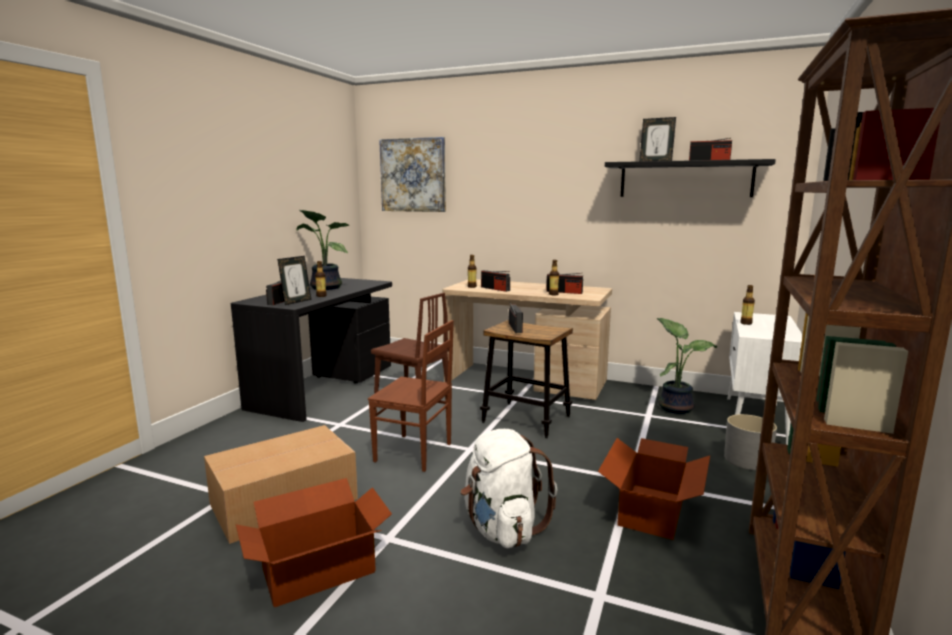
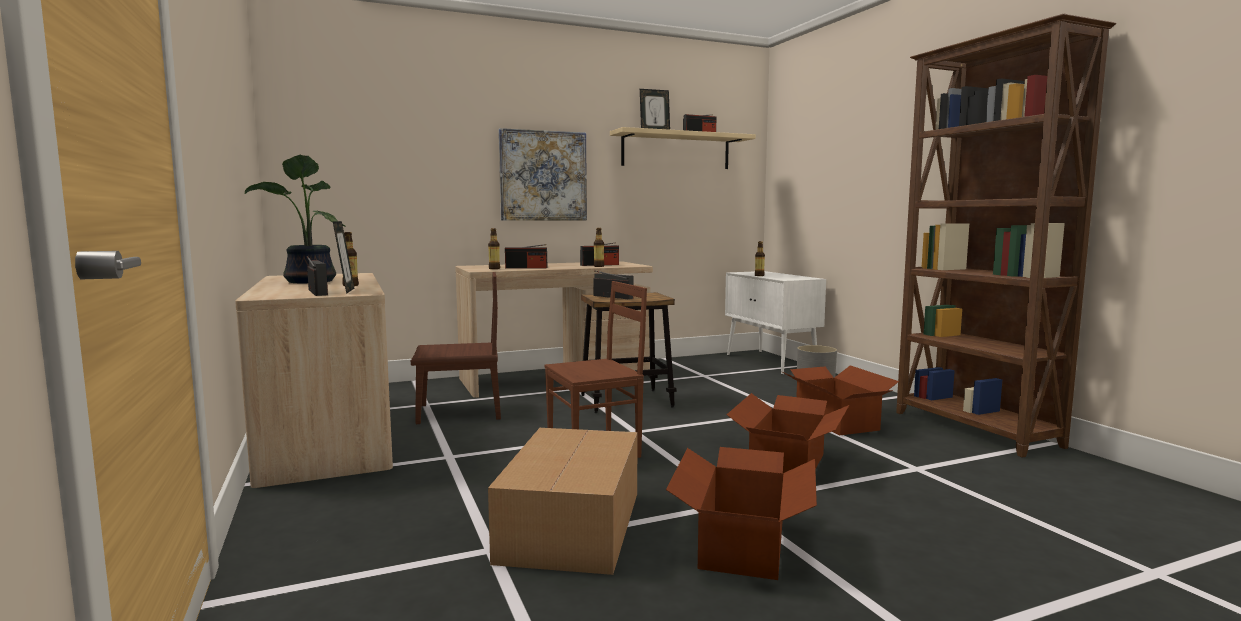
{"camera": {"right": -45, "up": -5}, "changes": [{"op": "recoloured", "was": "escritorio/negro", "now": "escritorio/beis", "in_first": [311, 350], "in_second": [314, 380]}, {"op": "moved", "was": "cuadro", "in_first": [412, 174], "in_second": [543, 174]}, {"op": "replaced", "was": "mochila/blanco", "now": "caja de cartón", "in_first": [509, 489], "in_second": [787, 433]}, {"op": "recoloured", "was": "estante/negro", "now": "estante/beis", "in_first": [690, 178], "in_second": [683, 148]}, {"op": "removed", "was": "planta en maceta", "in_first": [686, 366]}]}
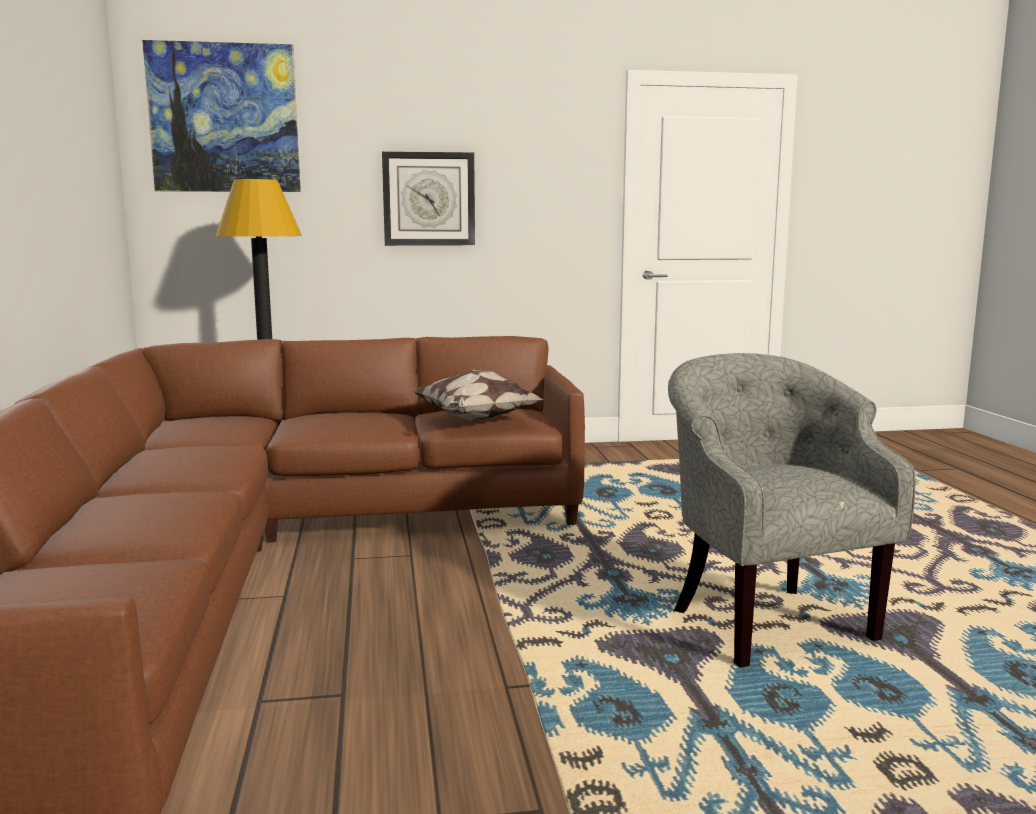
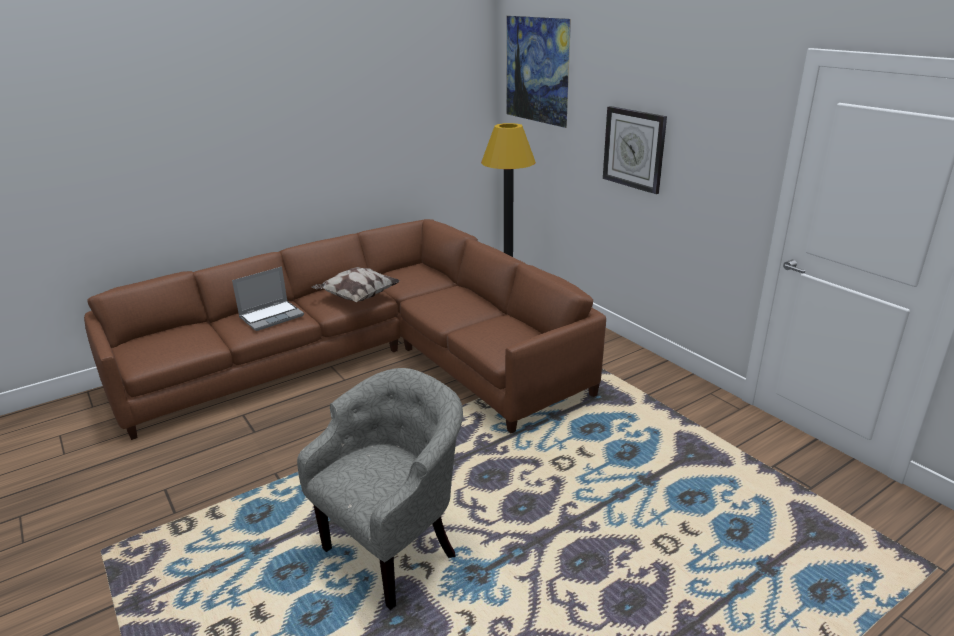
{"camera": {"right": 65, "up": 15}, "changes": [{"op": "moved", "was": "cojín", "in_first": [478, 395], "in_second": [355, 284]}, {"op": "added", "now": "portátil", "in_second": [268, 299]}]}
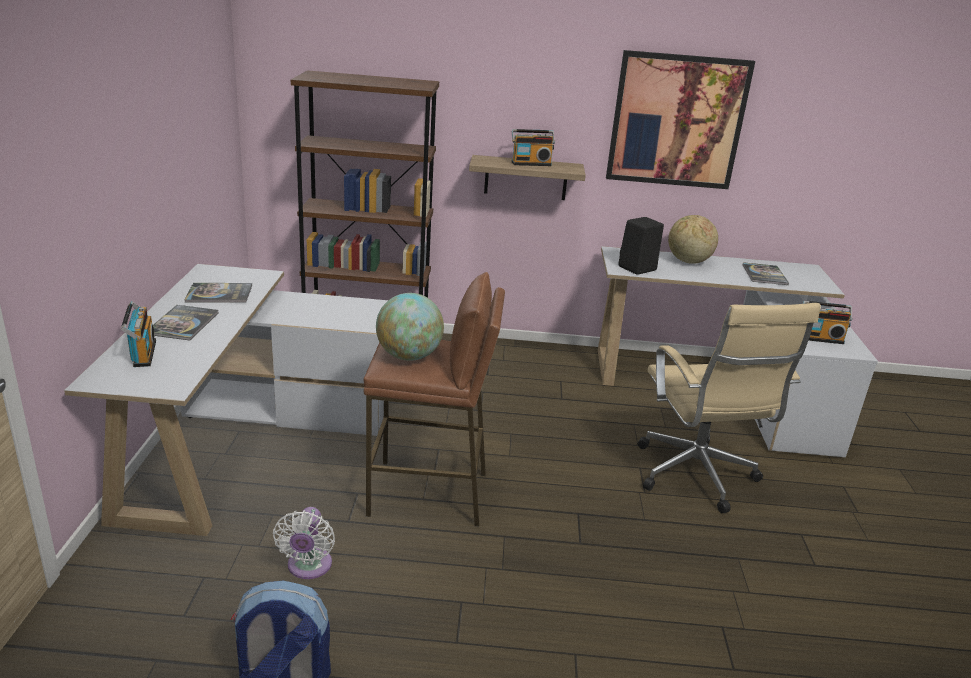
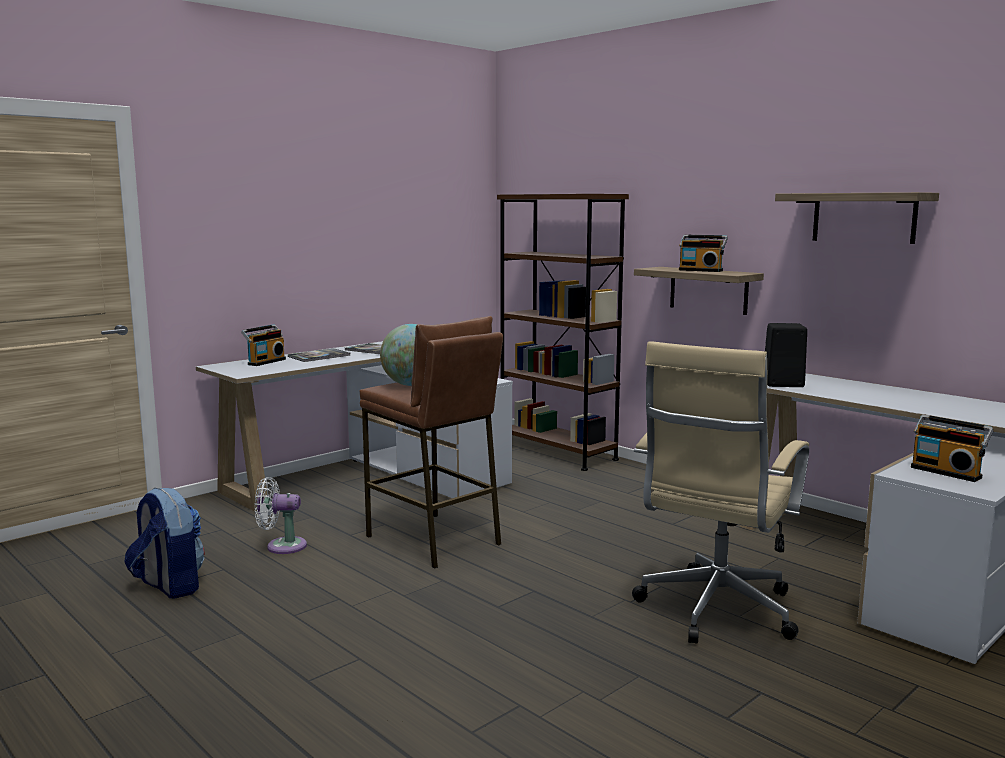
{"camera": {"right": 45, "up": -15}, "changes": [{"op": "turned", "was": "ventilador/blanco", "in_first": [304, 543], "in_second": [281, 515], "clockwise": 45}, {"op": "replaced", "was": "cuadro", "now": "estante", "in_first": [680, 119], "in_second": [857, 218]}, {"op": "removed", "was": "globo terráqueo", "in_first": [693, 239]}, {"op": "removed", "was": "libro", "in_first": [765, 273]}]}
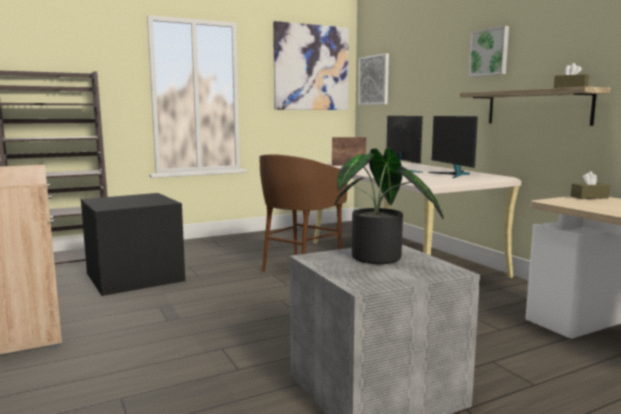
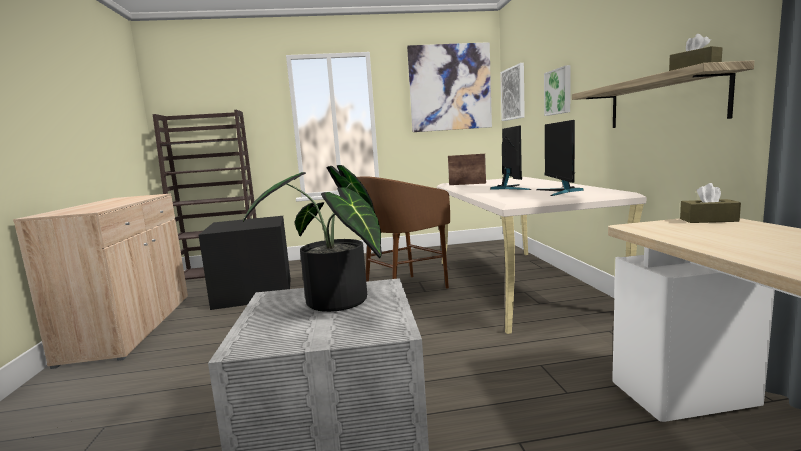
{"camera": {"right": 20, "up": 0}, "changes": [{"op": "moved", "was": "cuadro", "in_first": [488, 51], "in_second": [557, 90]}]}
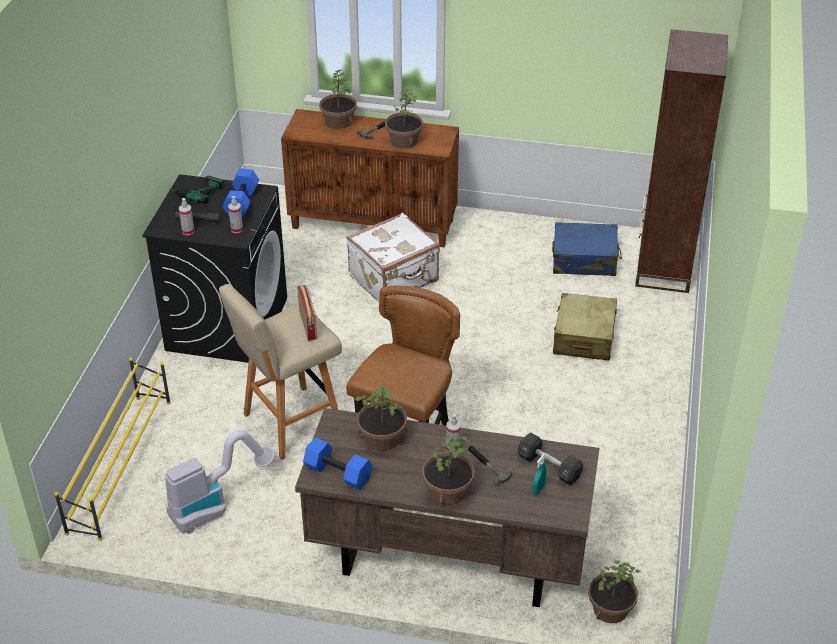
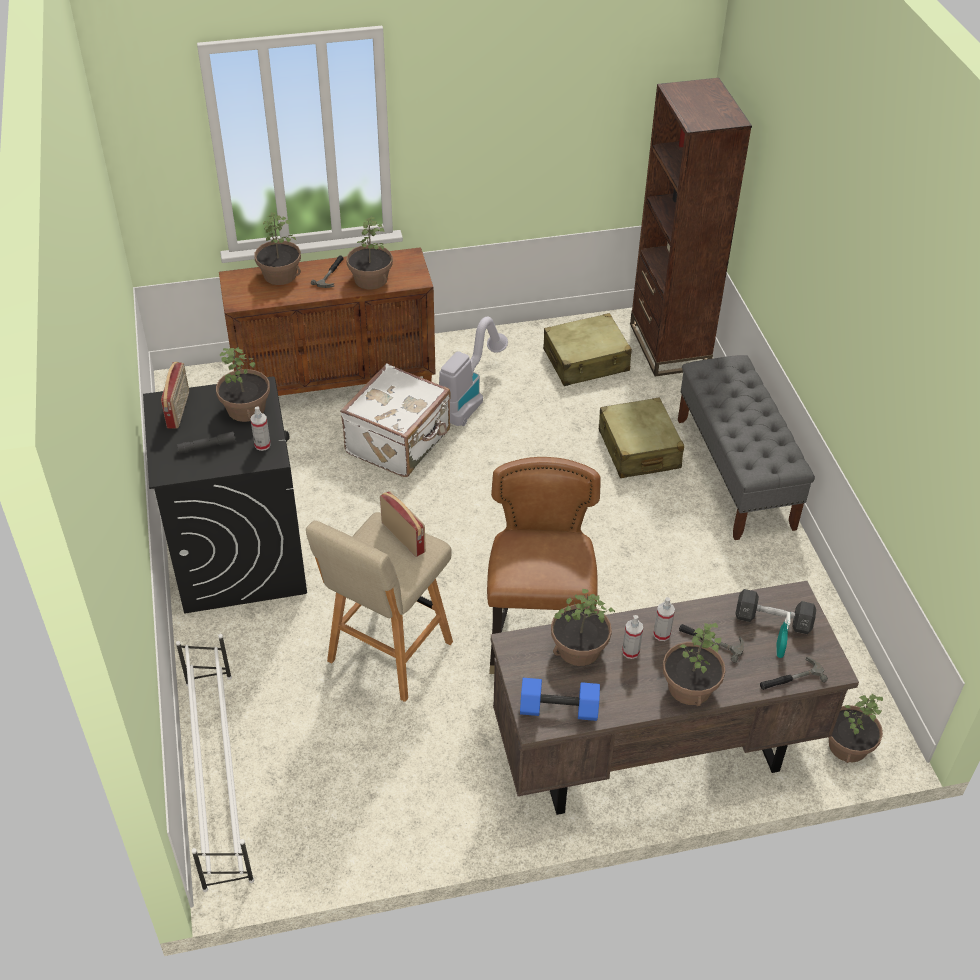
{"camera": {"right": -25, "up": 5}, "changes": [{"op": "recoloured", "was": "zapatero/amarillo", "now": "zapatero/blanco", "in_first": [113, 449], "in_second": [215, 763]}, {"op": "moved", "was": "aspiradora", "in_first": [220, 482], "in_second": [473, 371]}, {"op": "replaced", "was": "taladro", "now": "radio", "in_first": [196, 190], "in_second": [175, 395]}, {"op": "moved", "was": "pulverizador", "in_first": [187, 216], "in_second": [632, 637]}, {"op": "replaced", "was": "mancuerna/azul", "now": "planta en maceta", "in_first": [241, 193], "in_second": [243, 384]}, {"op": "recoloured", "was": "maleta/azul", "now": "maleta/beis", "in_first": [587, 249], "in_second": [587, 349]}, {"op": "added", "now": "banco/gris", "in_second": [746, 447]}, {"op": "added", "now": "martillo", "in_second": [794, 673]}]}
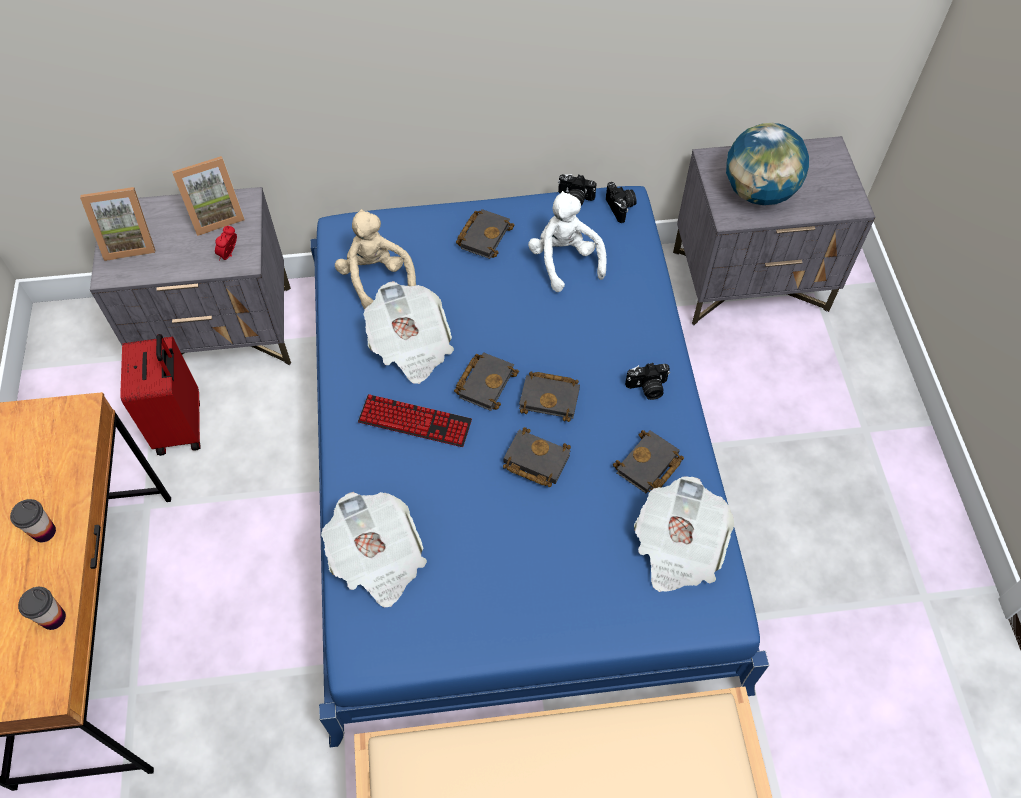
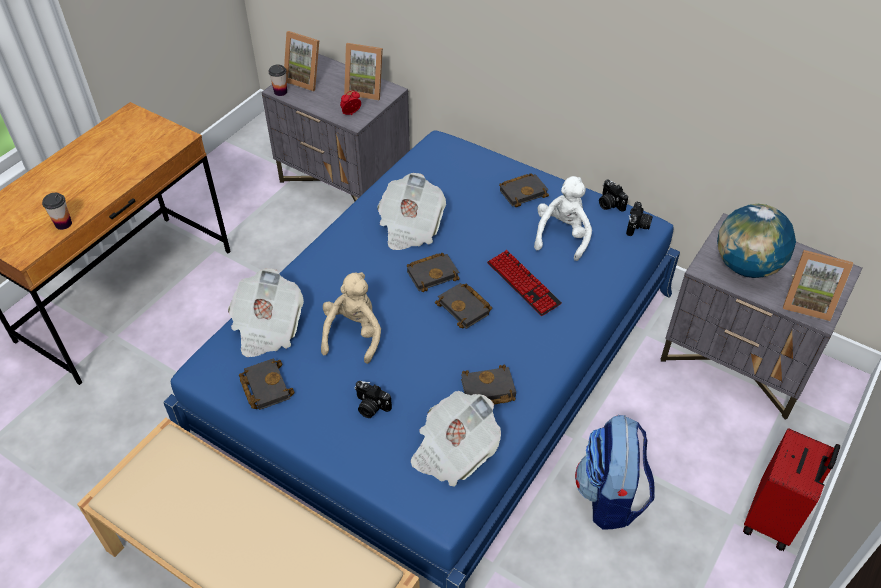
{"camera": {"right": 40, "up": -10}, "changes": [{"op": "moved", "was": "taza", "in_first": [33, 521], "in_second": [277, 80]}, {"op": "moved", "was": "maleta/rojo", "in_first": [160, 395], "in_second": [791, 489]}, {"op": "moved", "was": "peluche/beis", "in_first": [375, 259], "in_second": [351, 318]}, {"op": "moved", "was": "teclado", "in_first": [415, 420], "in_second": [524, 283]}, {"op": "moved", "was": "libro/negro", "in_first": [537, 457], "in_second": [267, 384]}, {"op": "moved", "was": "cámara", "in_first": [647, 381], "in_second": [373, 399]}, {"op": "added", "now": "mochila", "in_second": [614, 472]}, {"op": "added", "now": "portarretratos", "in_second": [818, 285]}]}
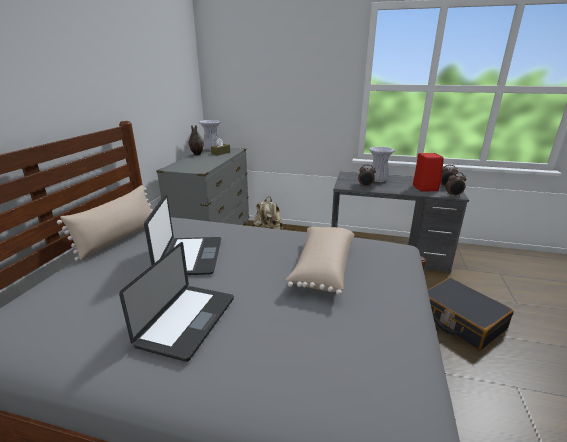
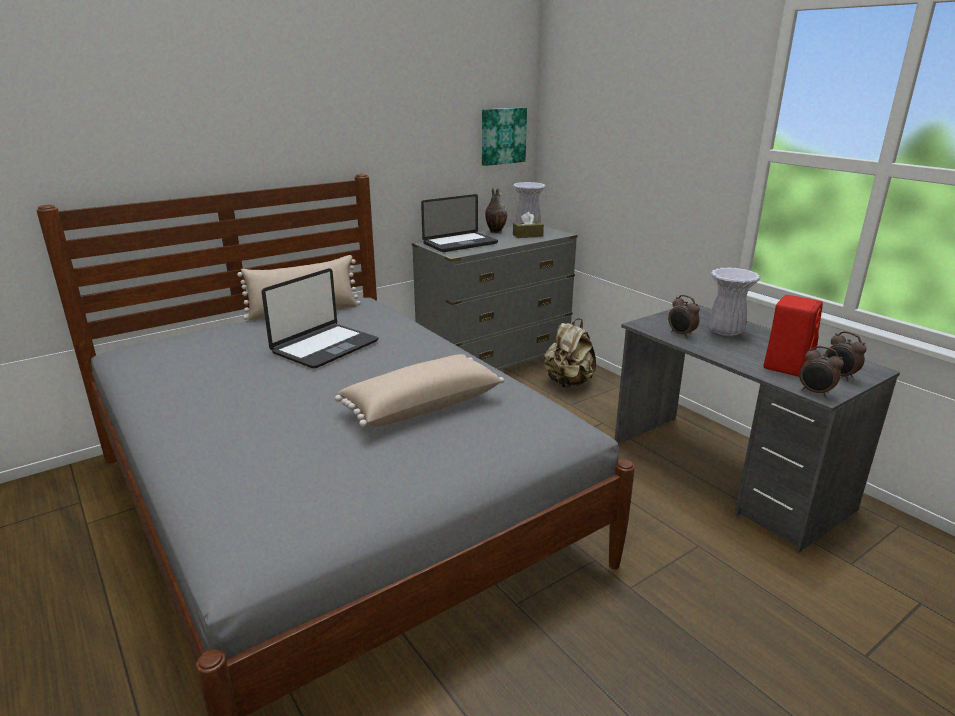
{"camera": {"right": 40, "up": 0}, "changes": [{"op": "moved", "was": "portátil", "in_first": [176, 302], "in_second": [459, 223]}, {"op": "removed", "was": "maleta/negro", "in_first": [471, 314]}, {"op": "added", "now": "cuadro", "in_second": [504, 136]}]}
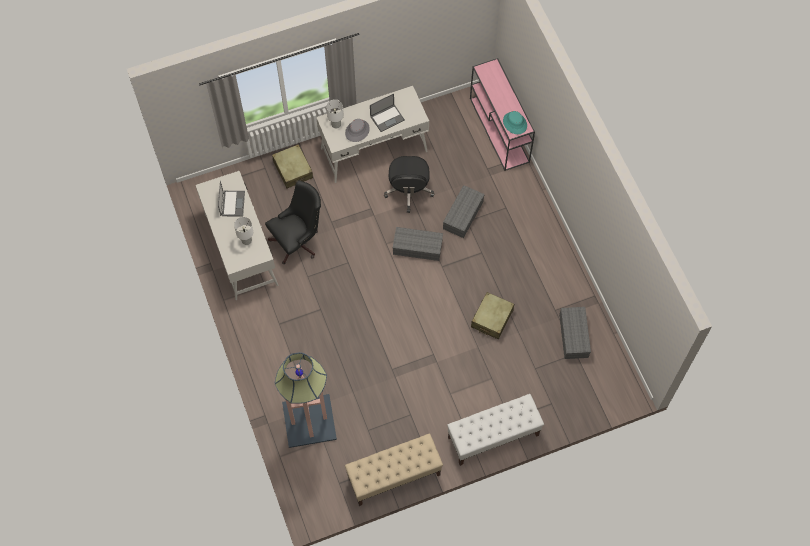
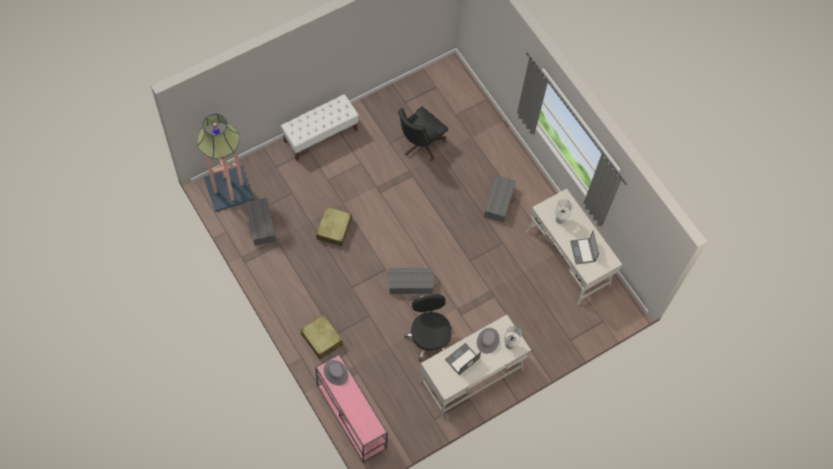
{"camera": {"right": 165, "up": 0}, "changes": [{"op": "moved", "was": "silla de oficina/negro", "in_first": [293, 222], "in_second": [423, 133]}, {"op": "moved", "was": "maleta/beis", "in_first": [292, 166], "in_second": [321, 337]}, {"op": "moved", "was": "lámpara de pie", "in_first": [306, 400], "in_second": [225, 163]}, {"op": "removed", "was": "banco/beis", "in_first": [394, 470]}, {"op": "moved", "was": "caja de almacenaje/gris", "in_first": [464, 211], "in_second": [500, 199]}, {"op": "recoloured", "was": "sombrero/turquesa", "now": "sombrero/gris", "in_first": [515, 122], "in_second": [336, 372]}]}
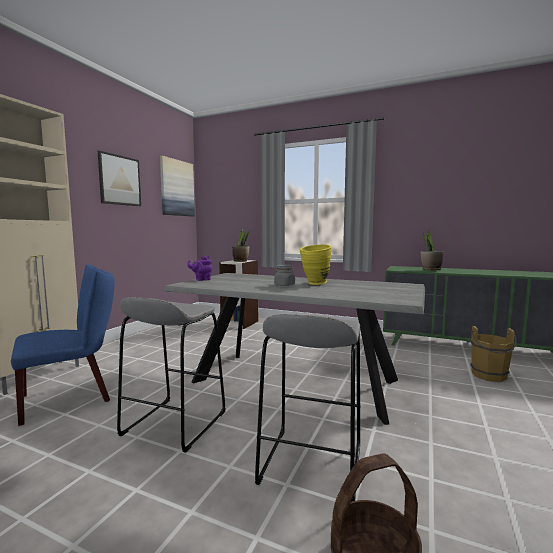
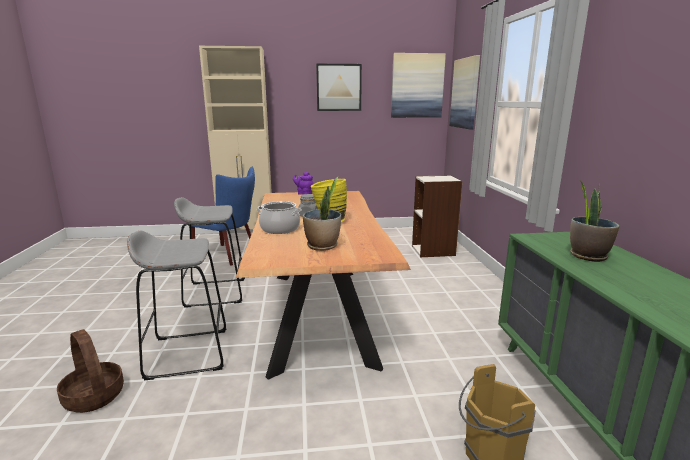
{"camera": {"right": 60, "up": 10}, "changes": [{"op": "recoloured", "was": "mesa de comedor/gris", "now": "mesa de comedor/marrón", "in_first": [293, 349], "in_second": [323, 285]}, {"op": "moved", "was": "planta en maceta", "in_first": [240, 245], "in_second": [322, 214]}, {"op": "added", "now": "olla", "in_second": [279, 217]}, {"op": "added", "now": "cuadro", "in_second": [465, 92]}]}
